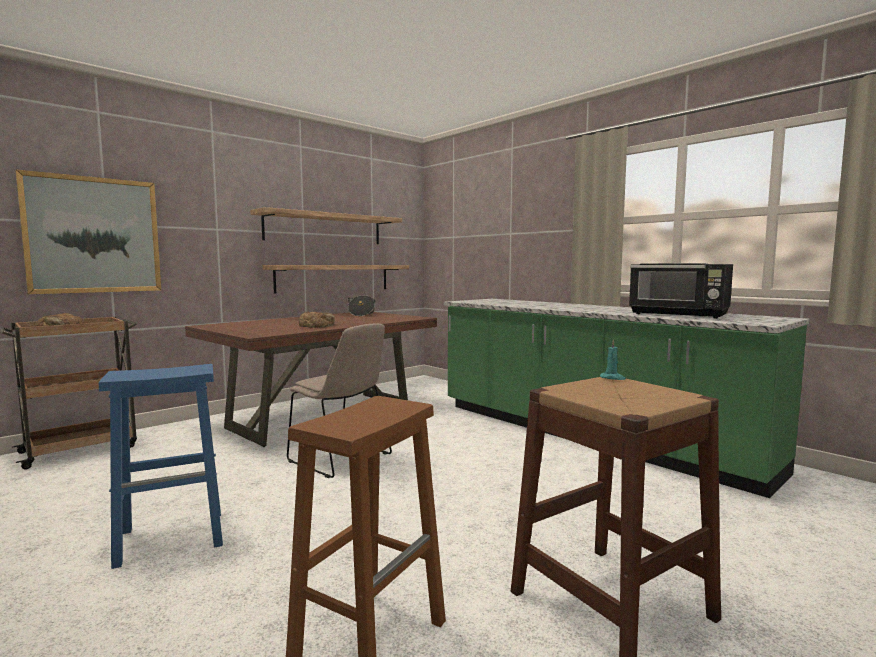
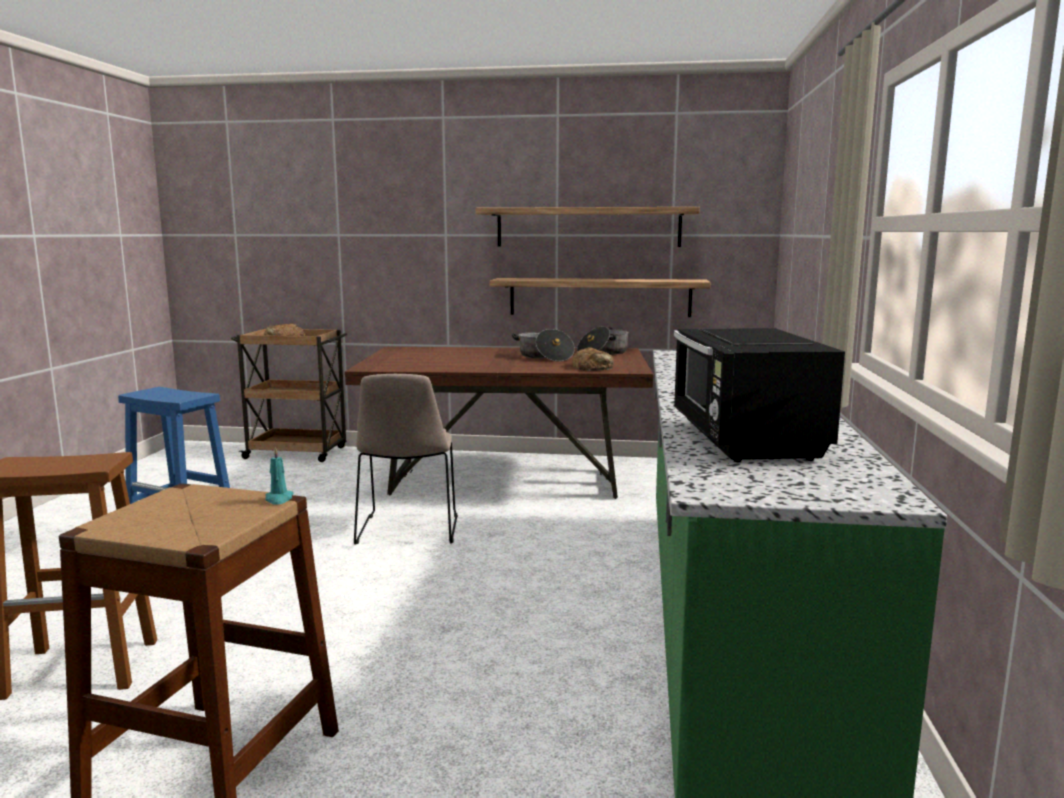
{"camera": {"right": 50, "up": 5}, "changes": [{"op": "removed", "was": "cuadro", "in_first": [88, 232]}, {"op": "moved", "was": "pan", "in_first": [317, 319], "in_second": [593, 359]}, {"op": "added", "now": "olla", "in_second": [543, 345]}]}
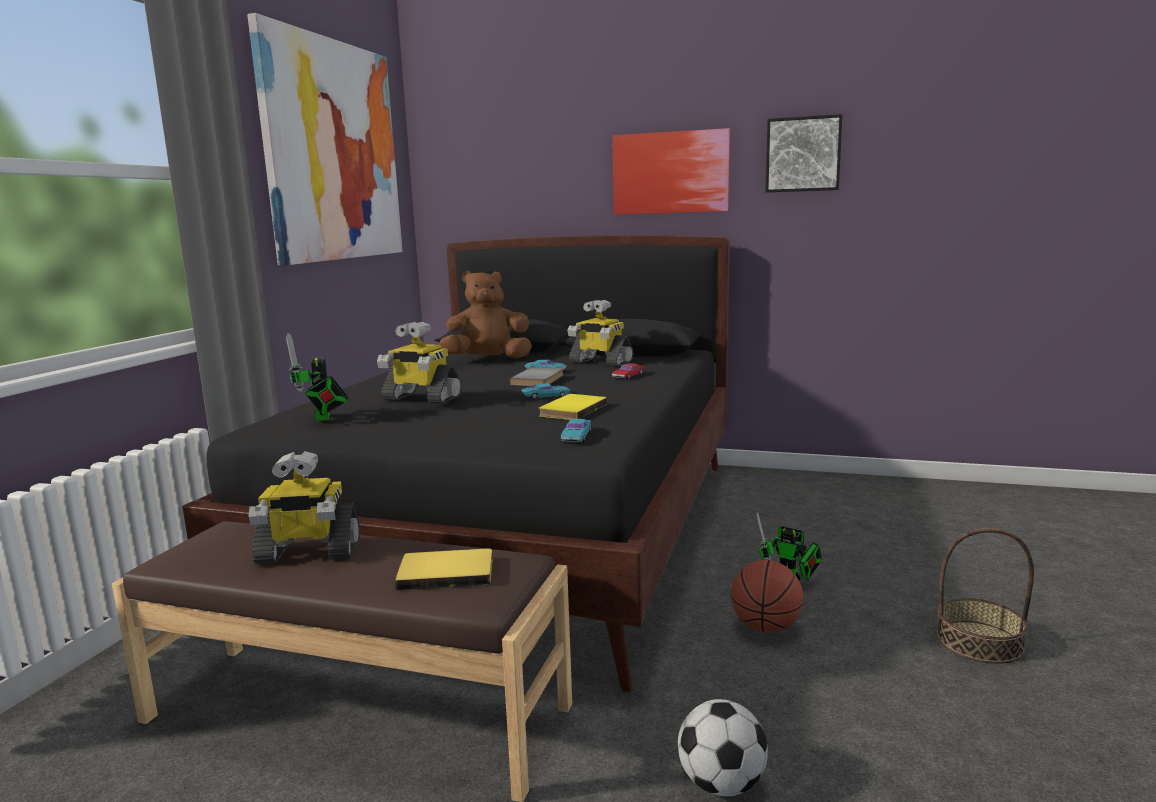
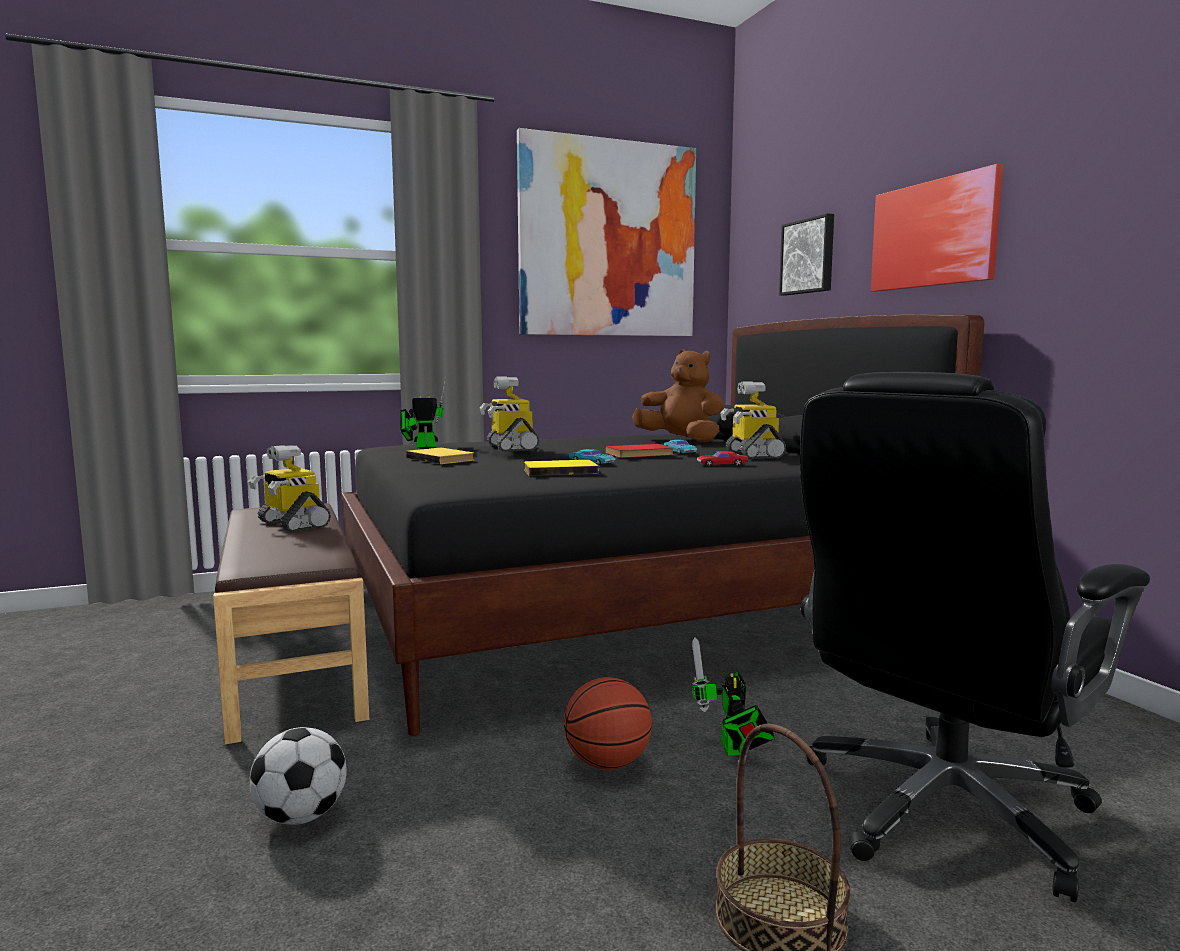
{"camera": {"right": 50, "up": -5}, "changes": [{"op": "turned", "was": "robot de juguete", "in_first": [317, 377], "in_second": [423, 412], "clockwise": 45}, {"op": "moved", "was": "libro/amarillo", "in_first": [444, 569], "in_second": [440, 456]}, {"op": "recoloured", "was": "libro/gris", "now": "libro/rojo", "in_first": [537, 376], "in_second": [639, 451]}, {"op": "removed", "was": "coche de juguete/turquesa", "in_first": [576, 430]}, {"op": "moved", "was": "cuadro", "in_first": [804, 153], "in_second": [806, 254]}, {"op": "added", "now": "silla de oficina/negro", "in_second": [975, 637]}]}
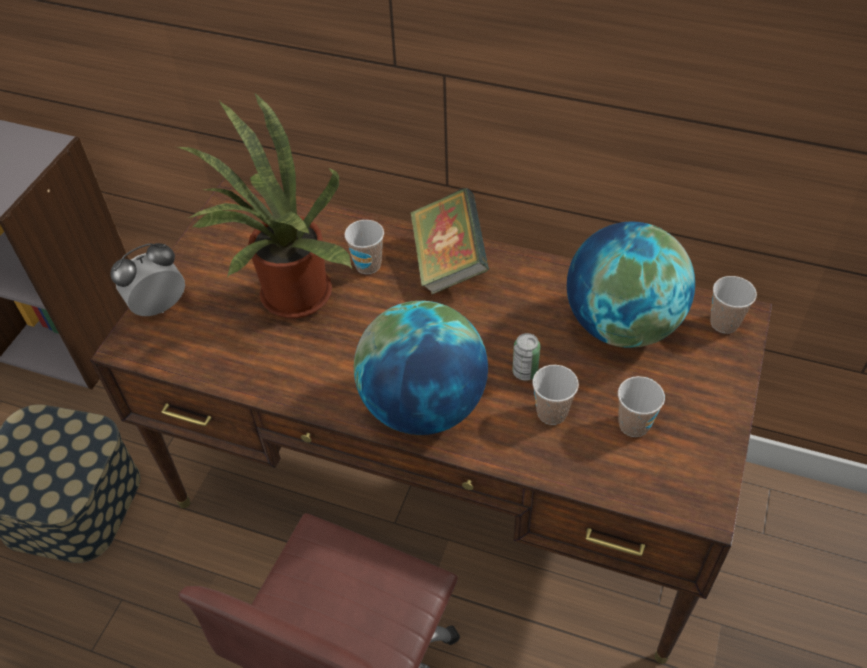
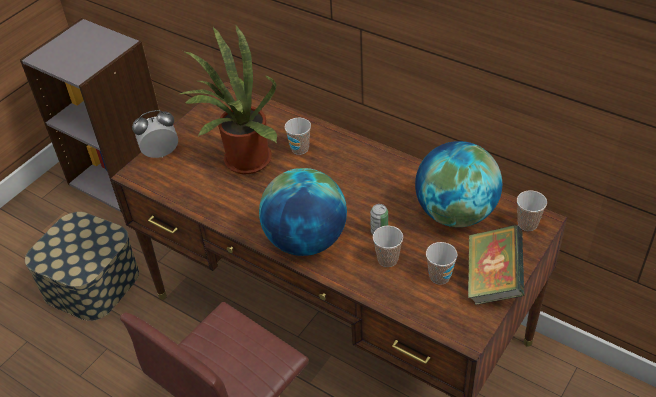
{"camera": {"right": 15, "up": -5}, "changes": [{"op": "moved", "was": "libro", "in_first": [449, 241], "in_second": [496, 265]}]}
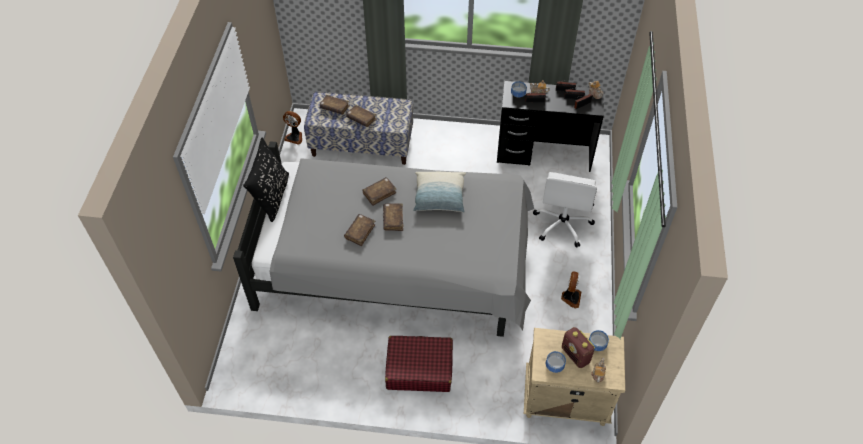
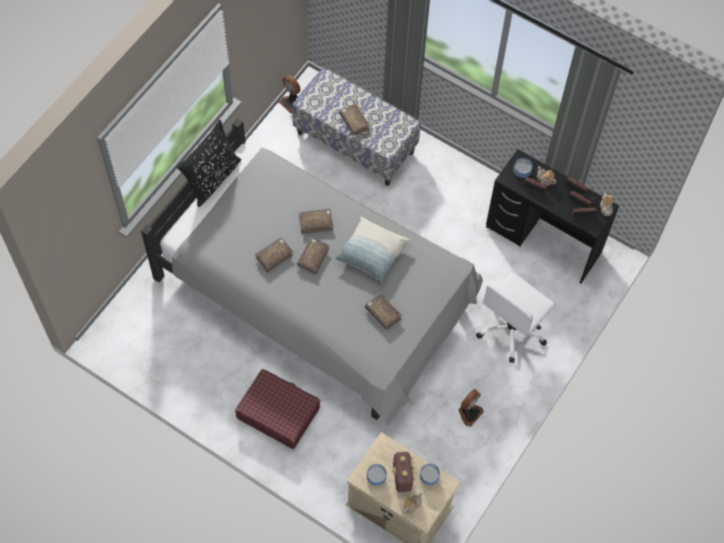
{"camera": {"right": 25, "up": 10}, "changes": [{"op": "moved", "was": "libro/marrón", "in_first": [335, 105], "in_second": [383, 311]}]}
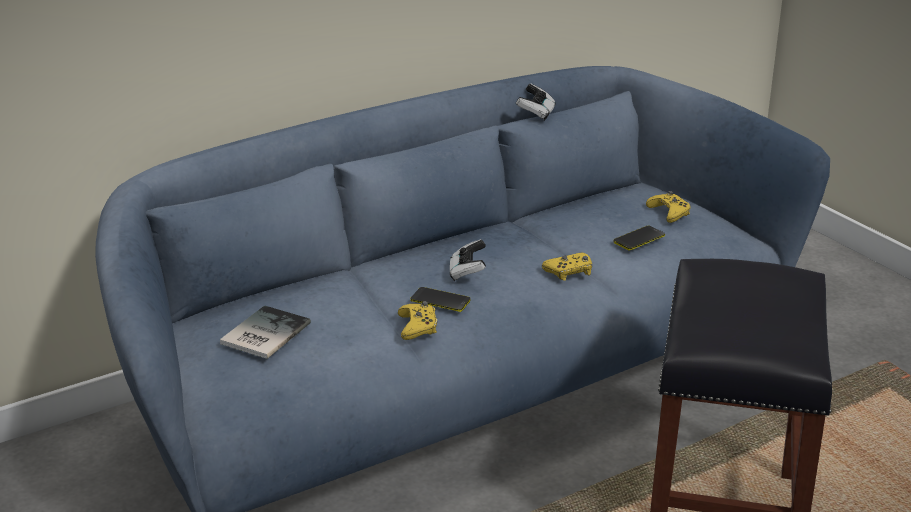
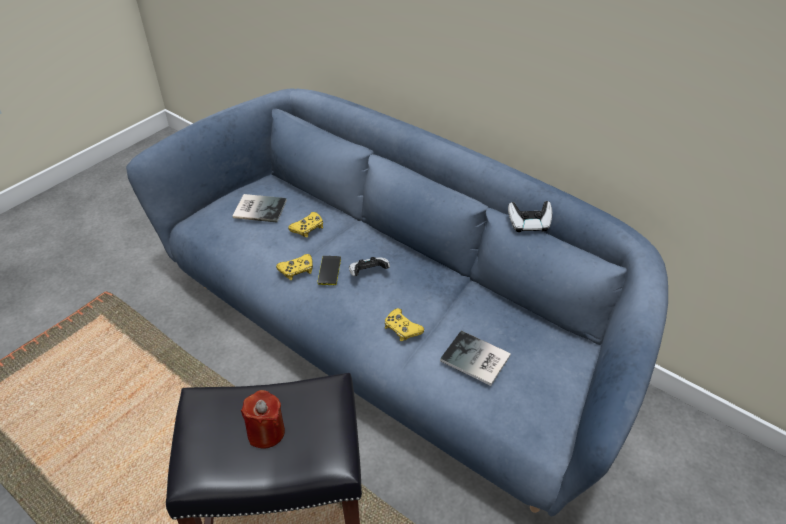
{"camera": {"right": 70, "up": 15}, "changes": [{"op": "replaced", "was": "móvil", "now": "libro", "in_first": [639, 238], "in_second": [475, 358]}, {"op": "moved", "was": "mando de consola/amarillo", "in_first": [668, 207], "in_second": [305, 224]}, {"op": "added", "now": "vela/rojo", "in_second": [263, 419]}]}
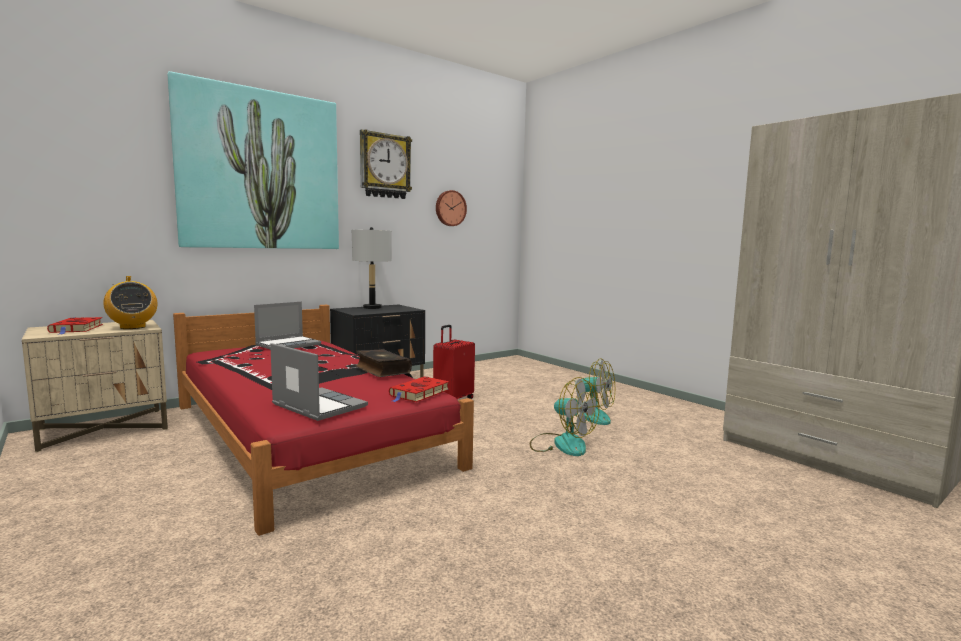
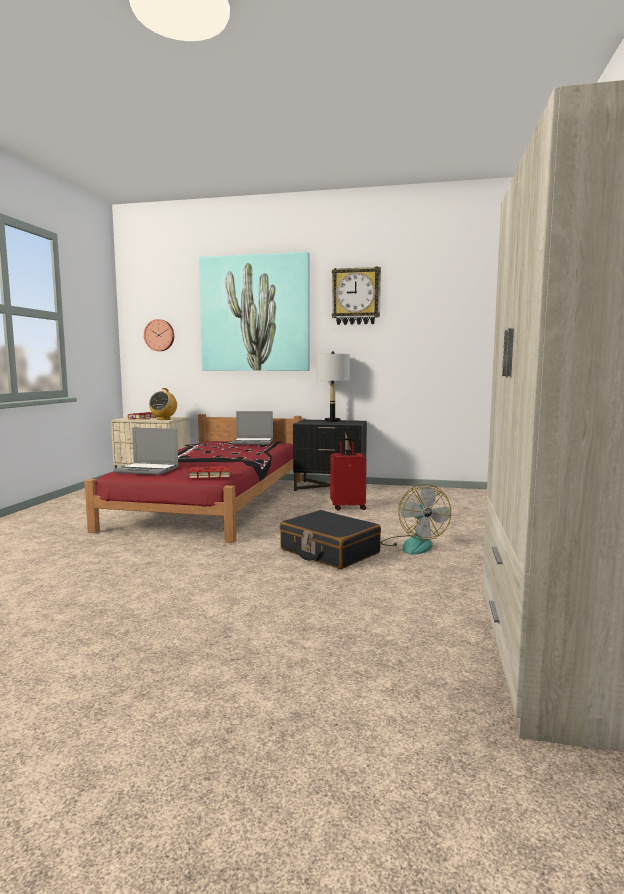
{"camera": {"right": 50, "up": 0}, "changes": [{"op": "turned", "was": "portátil", "in_first": [319, 382], "in_second": [146, 451], "clockwise": 105}, {"op": "removed", "was": "libro", "in_first": [383, 363]}, {"op": "moved", "was": "reloj de pared", "in_first": [451, 208], "in_second": [159, 335]}, {"op": "replaced", "was": "ventilador", "now": "maleta/negro", "in_first": [564, 416], "in_second": [330, 539]}]}
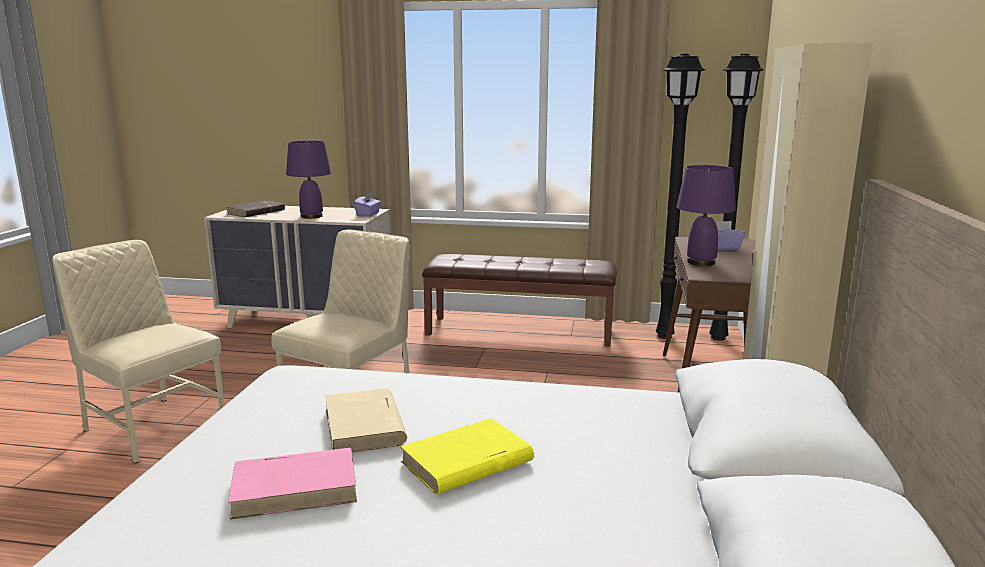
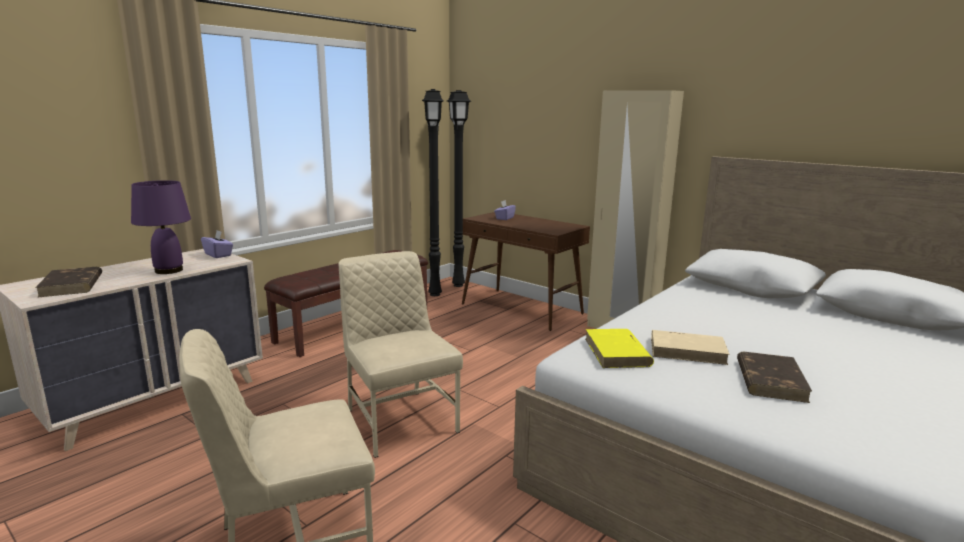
{"camera": {"right": -60, "up": 0}, "changes": [{"op": "recoloured", "was": "libro/rosa", "now": "libro/marrón", "in_first": [292, 483], "in_second": [774, 377]}, {"op": "moved", "was": "libro/amarillo", "in_first": [467, 456], "in_second": [619, 348]}, {"op": "removed", "was": "lámpara de mesa/morado", "in_first": [706, 215]}]}
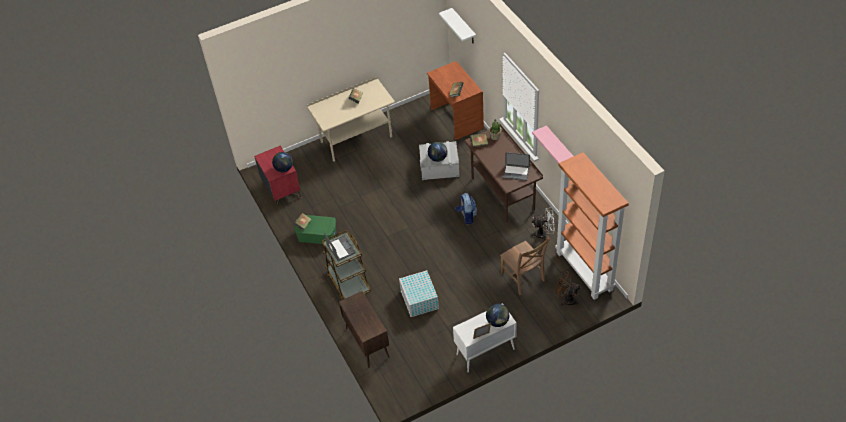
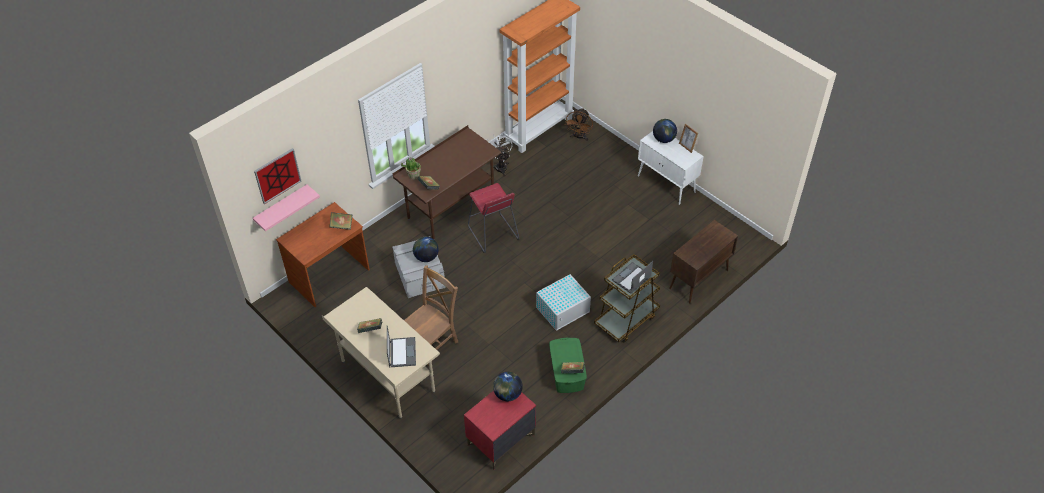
{"camera": {"right": -110, "up": 0}, "changes": [{"op": "moved", "was": "caja de almacenaje/blanco", "in_first": [419, 293], "in_second": [563, 302]}, {"op": "replaced", "was": "estante/blanco", "now": "cuadro", "in_first": [457, 25], "in_second": [278, 176]}, {"op": "replaced", "was": "mochila", "now": "taburete/rojo", "in_first": [466, 208], "in_second": [494, 218]}, {"op": "moved", "was": "silla/marrón", "in_first": [525, 266], "in_second": [431, 316]}, {"op": "moved", "was": "portátil", "in_first": [516, 166], "in_second": [401, 346]}, {"op": "moved", "was": "estante/rosa", "in_first": [553, 144], "in_second": [286, 208]}]}
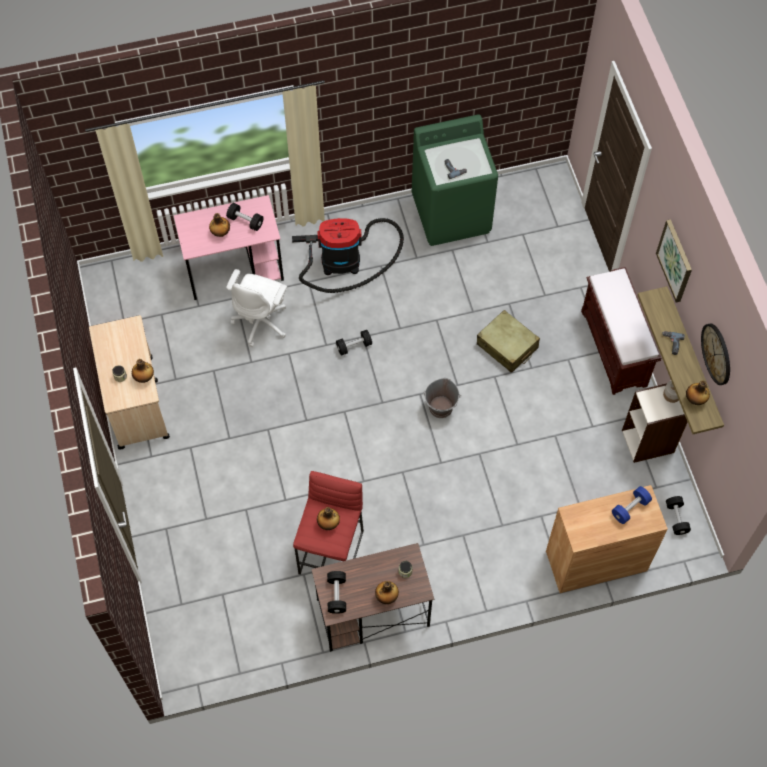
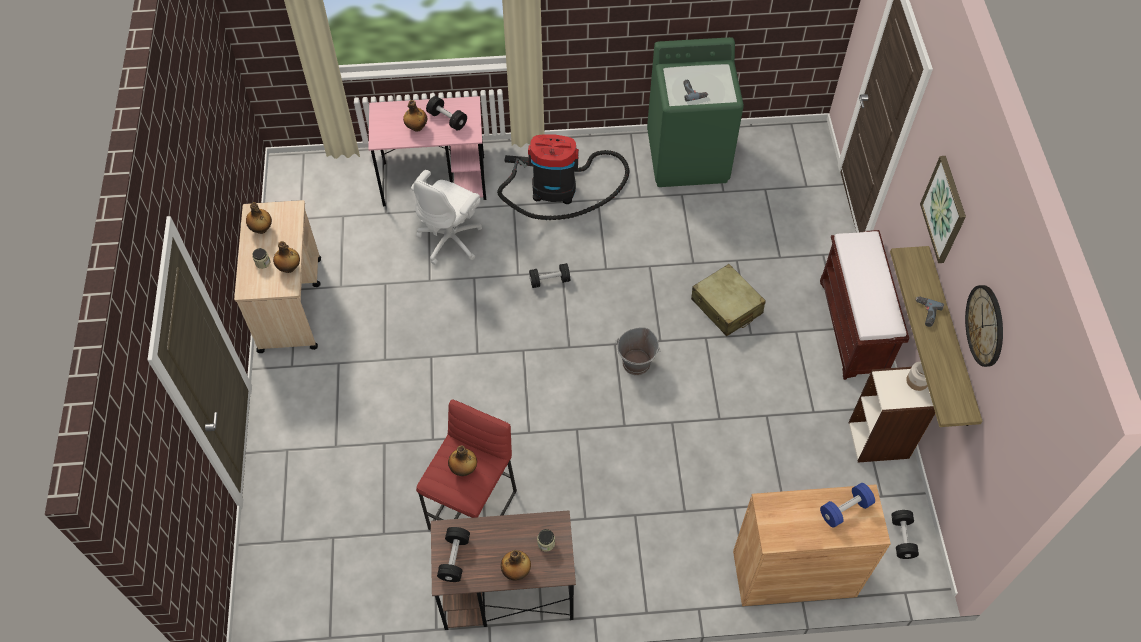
{"camera": {"right": 10, "up": -5}, "changes": [{"op": "moved", "was": "botella", "in_first": [698, 392], "in_second": [259, 218]}]}
